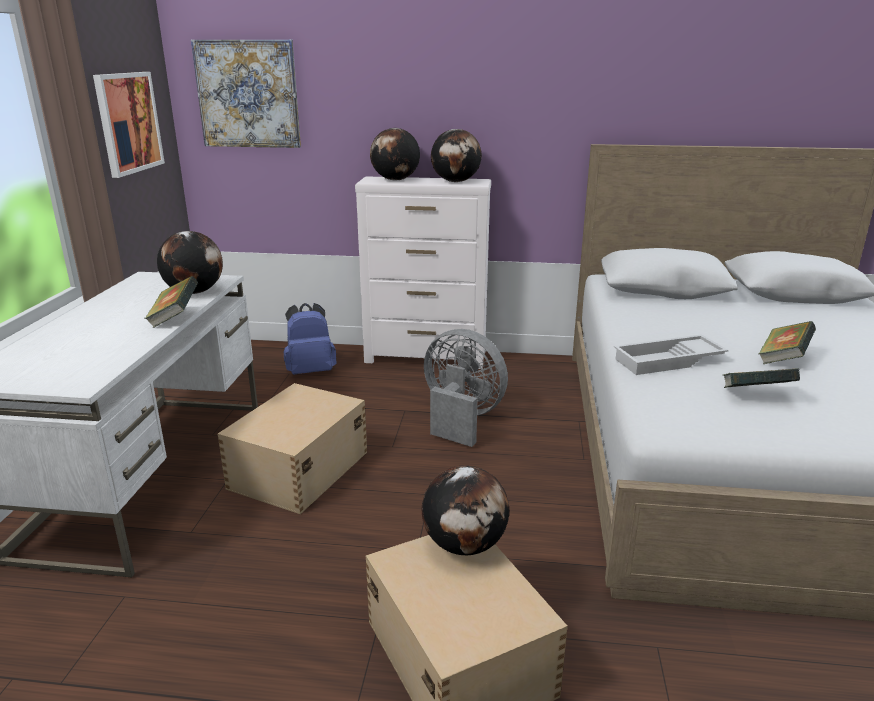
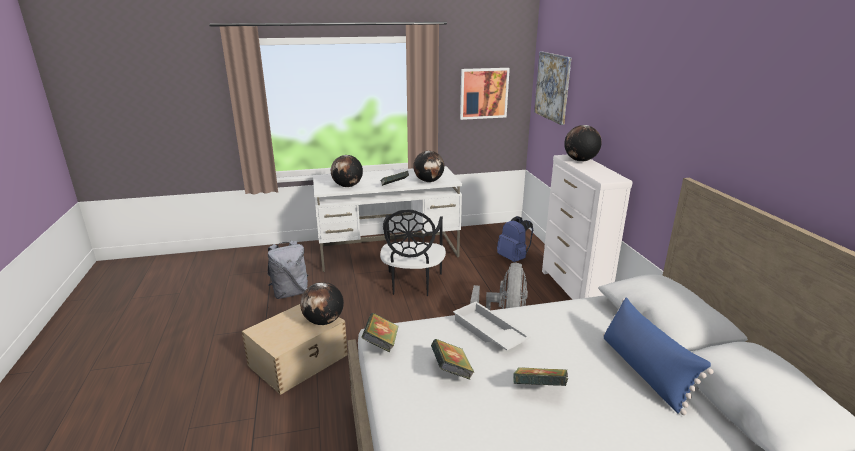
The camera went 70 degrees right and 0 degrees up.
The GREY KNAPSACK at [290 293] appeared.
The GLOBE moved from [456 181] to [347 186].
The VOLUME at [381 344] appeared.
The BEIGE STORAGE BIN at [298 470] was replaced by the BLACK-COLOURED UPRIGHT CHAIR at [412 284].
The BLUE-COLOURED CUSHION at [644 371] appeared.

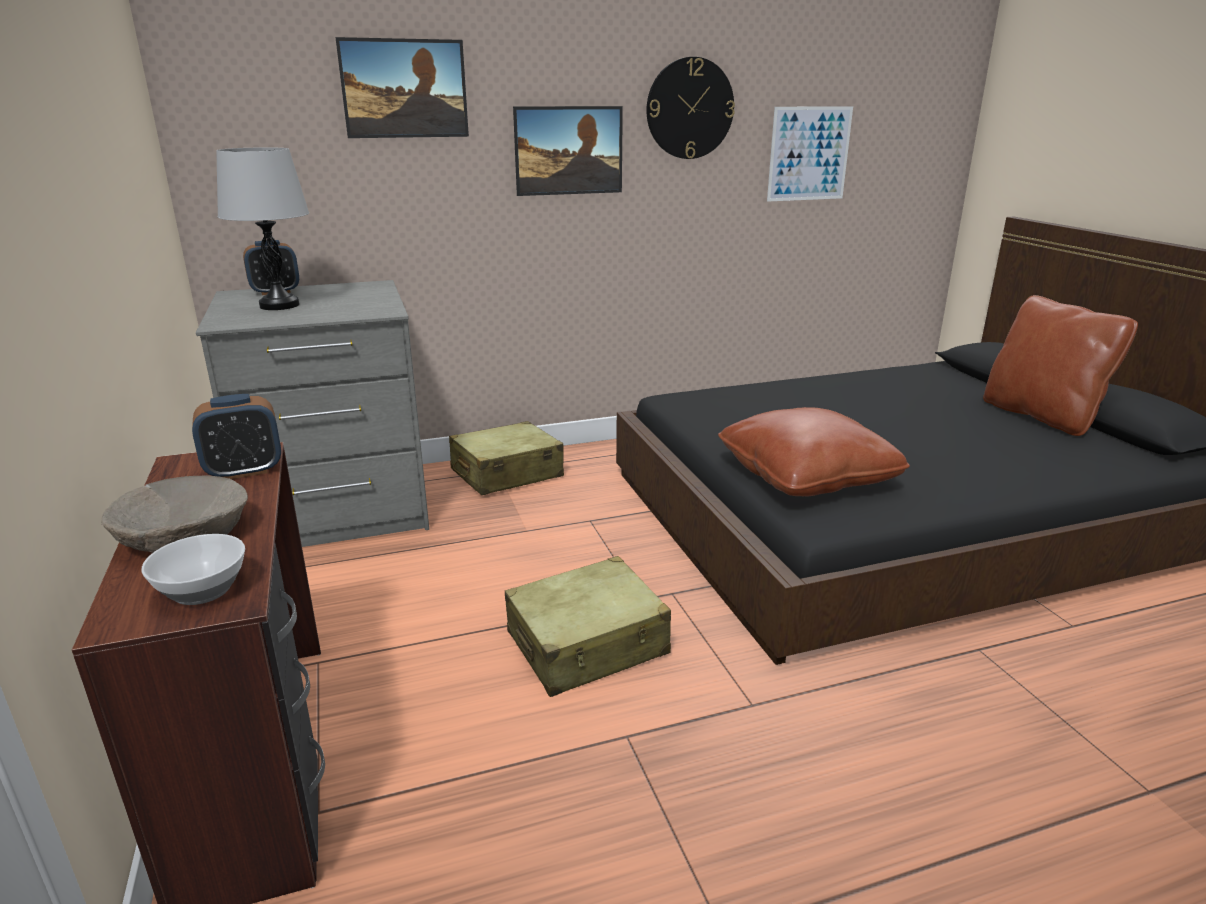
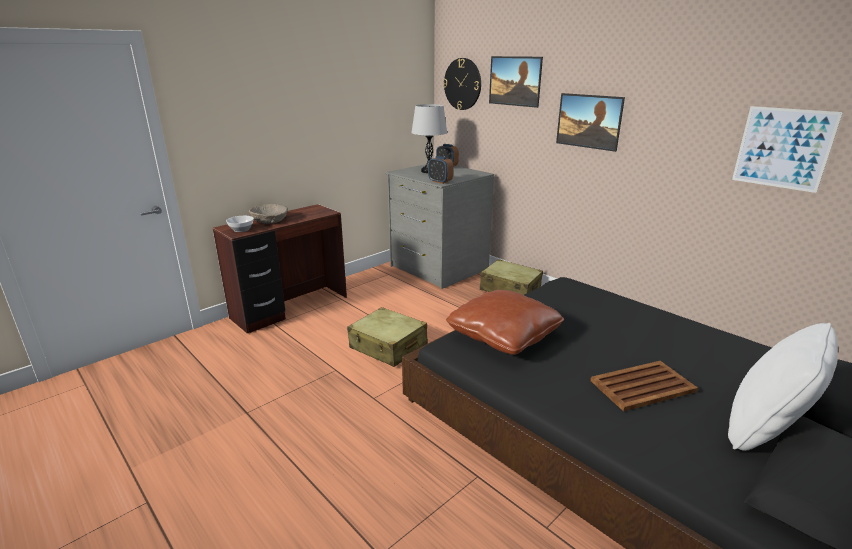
The camera went 65 degrees right and 0 degrees up.
The TABLE CLOCK moved from [244 471] to [440 182].
The CLOCK ON THE WALL moved from [690 108] to [462 84].
The BROWNISH SERVING TRAY at [643 386] appeared.
The BROWNISH CUSHION at [1041 416] became the WHITE-COLOURED CUSHION at [765 430].

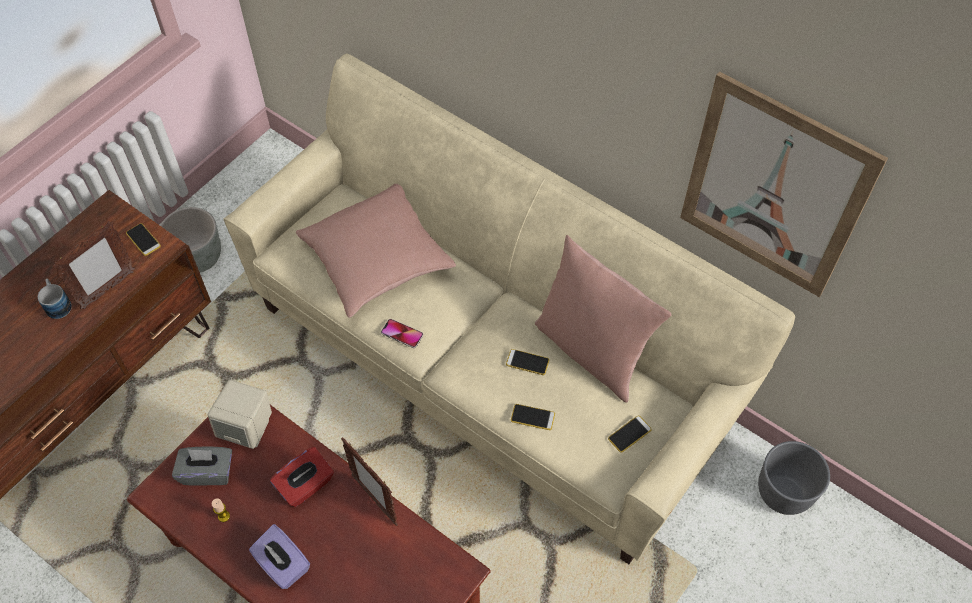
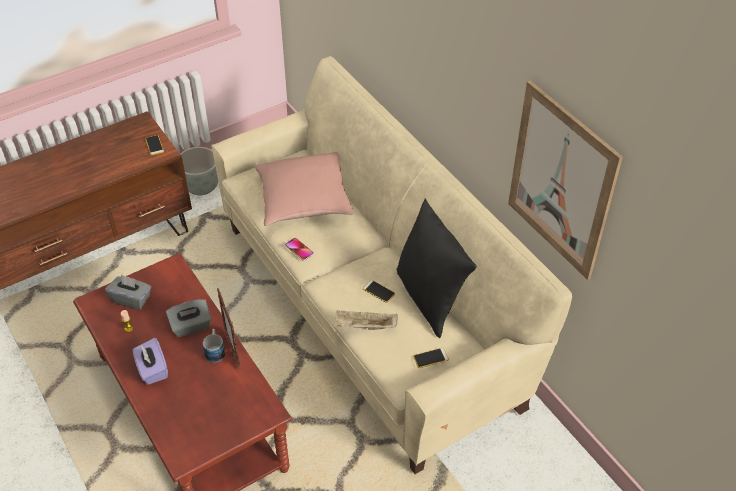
The camera went 20 degrees right and 10 degrees down.
The REDDISH BOX OF TISSUES at [305 485] became the GREY BOX OF TISSUES at [191 326].
The COFFEE MUG moved from [57 304] to [215 350].
The HANDSET at [532 417] was replaced by the BEIGE SERVING TRAY at [365 326].
The PINK-COLOURED CUSHION at [592 351] became the BLACK-COLOURED CUSHION at [430 298].
The PICTURE FRAME at [108 290] disappeared.
The BEIGE SPEAKER at [247 428] disappeared.
The GREY FLOWER POT at [784 493] disappeared.

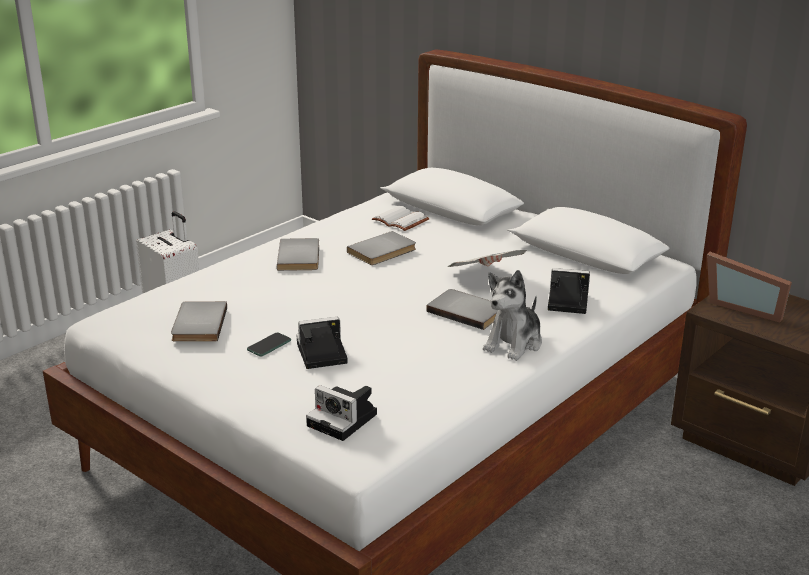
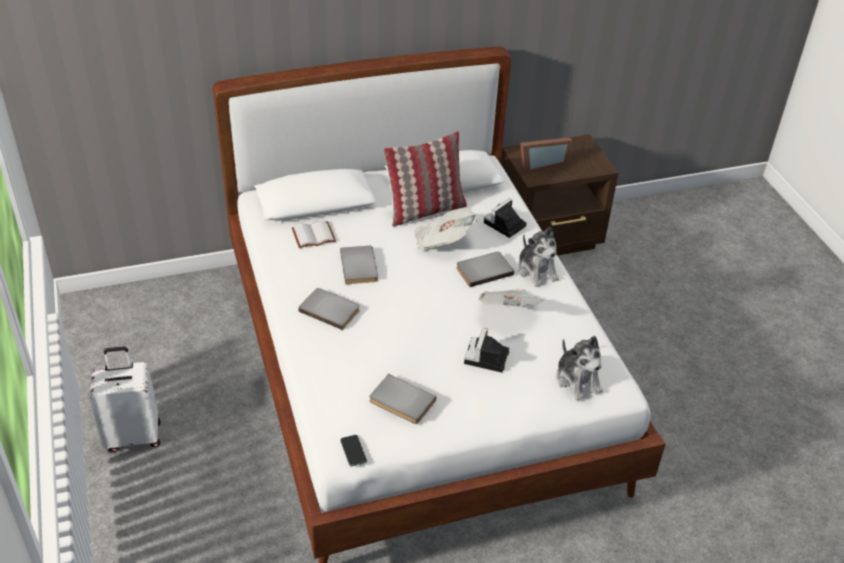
The camera went 60 degrees left and 15 degrees up.
The HANDSET moved from [269 345] to [353 451].
The CUSHION at [425 210] appeared.
The DAILY PAPER at [509 311] appeared.
The STILL CAMERA at [345 420] was replaced by the PLUSH TOY at [577 380].

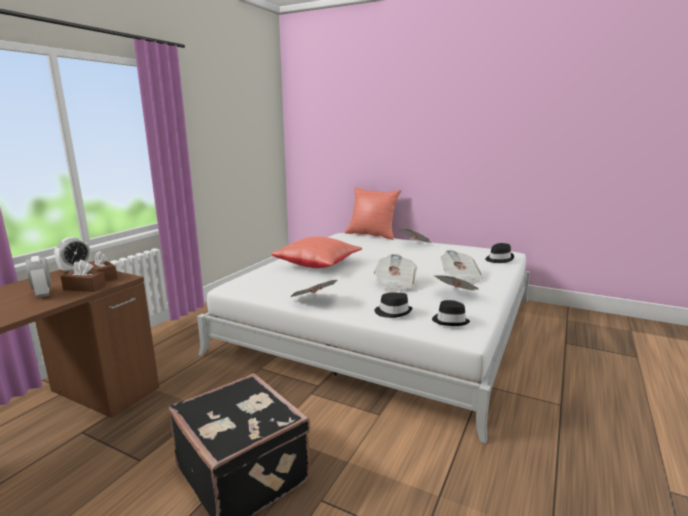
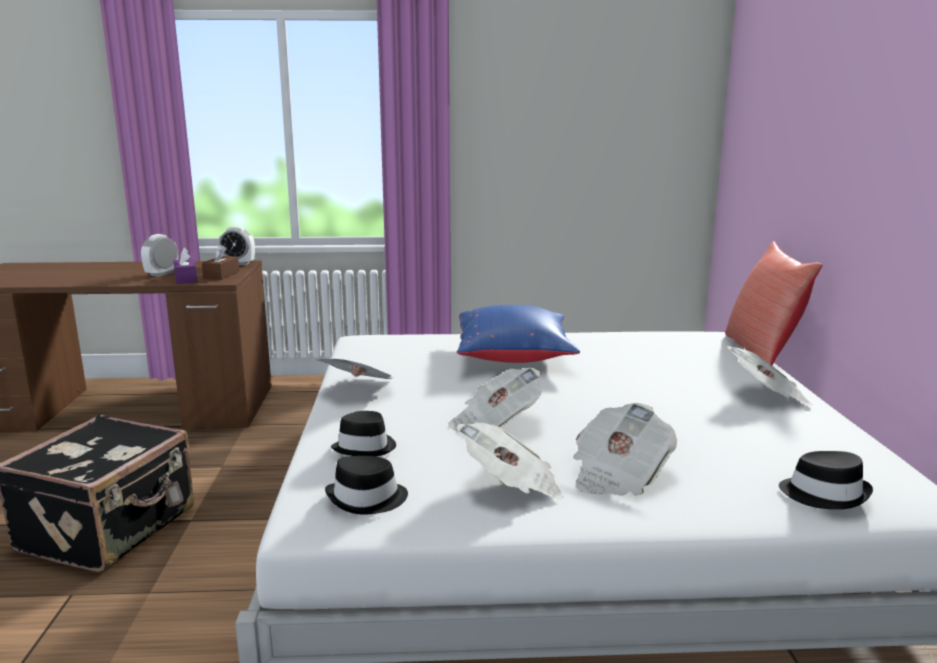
The camera went 60 degrees right and 0 degrees up.
The BROWNISH BOX OF TISSUES at [84 288] became the PURPLE BOX OF TISSUES at [186 279].
The REDDISH CUSHION at [318 265] became the BLUE-COLOURED CUSHION at [514 357].

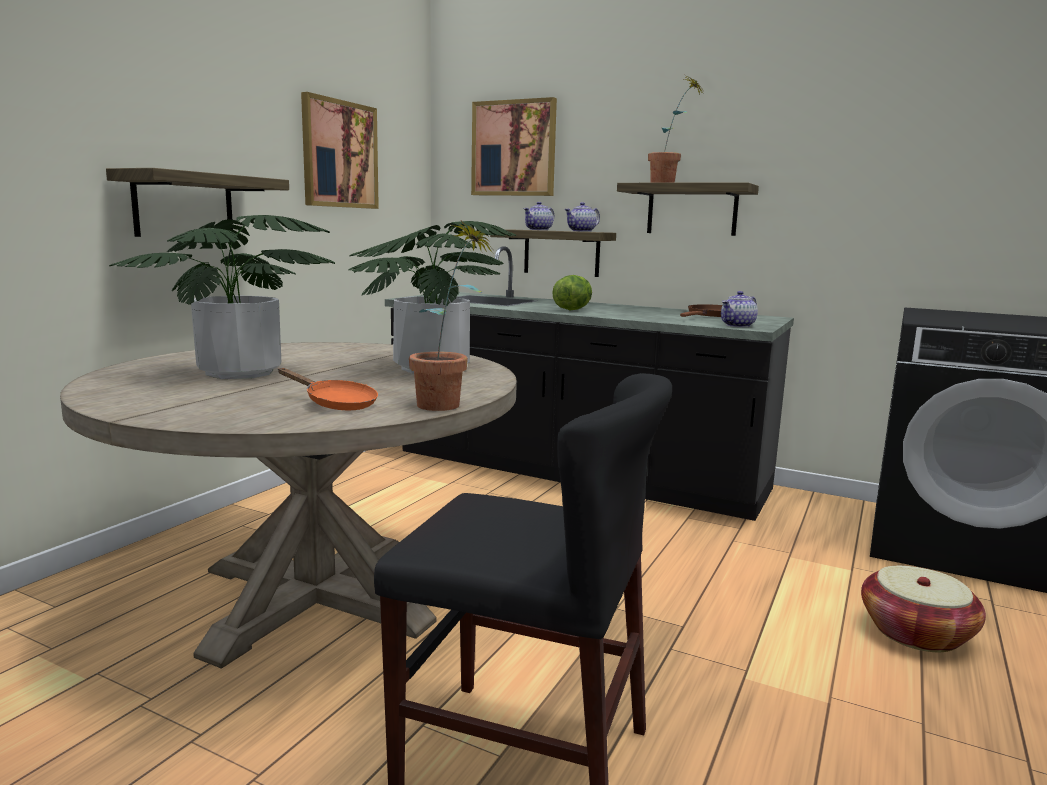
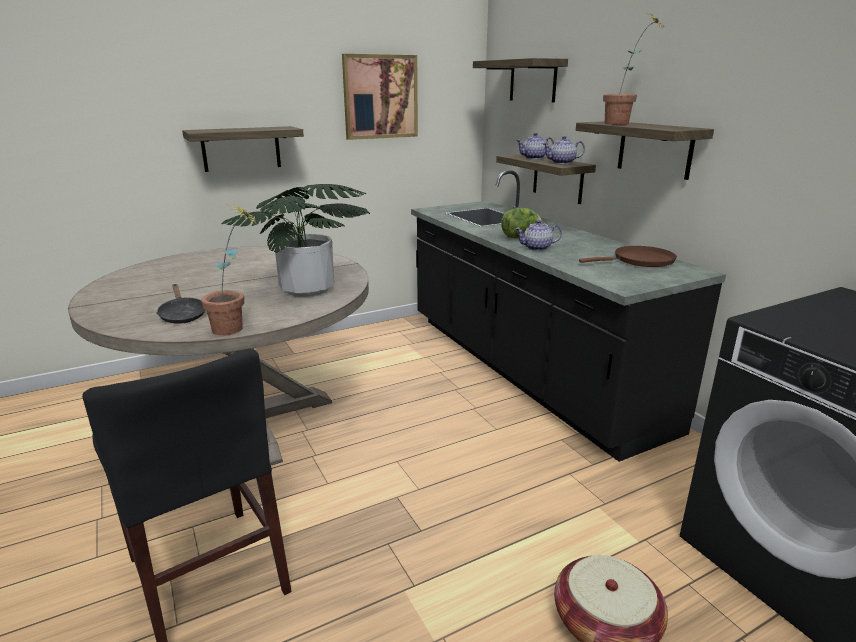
The camera went 35 degrees right and 10 degrees up.
The ORANGE-COLOURED PAN at [335 404] became the BLACK-COLOURED PAN at [182 315].
The WALL PICTURE at [514 148] was replaced by the WALL SHELF at [533 81].
The POT FOR TEA moved from [738 325] to [537 248].
The PLANT IN A POT at [239 372] disappeared.

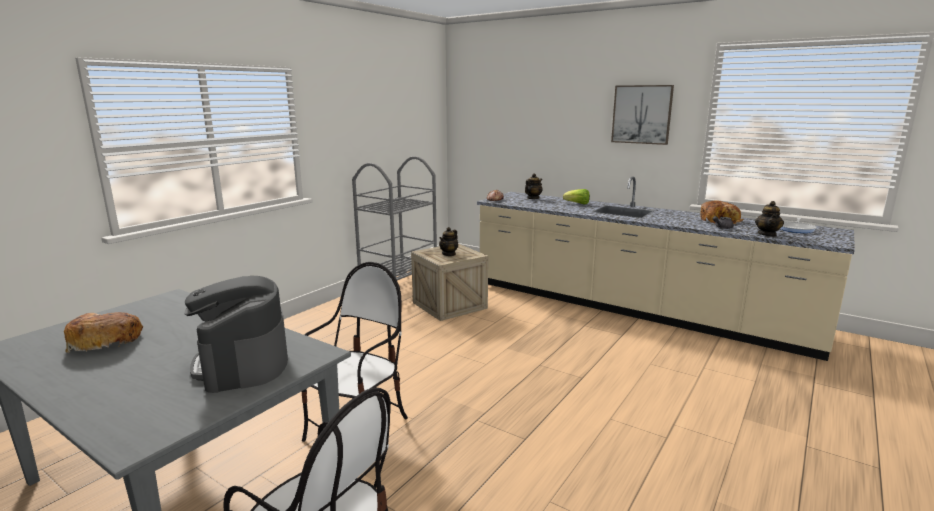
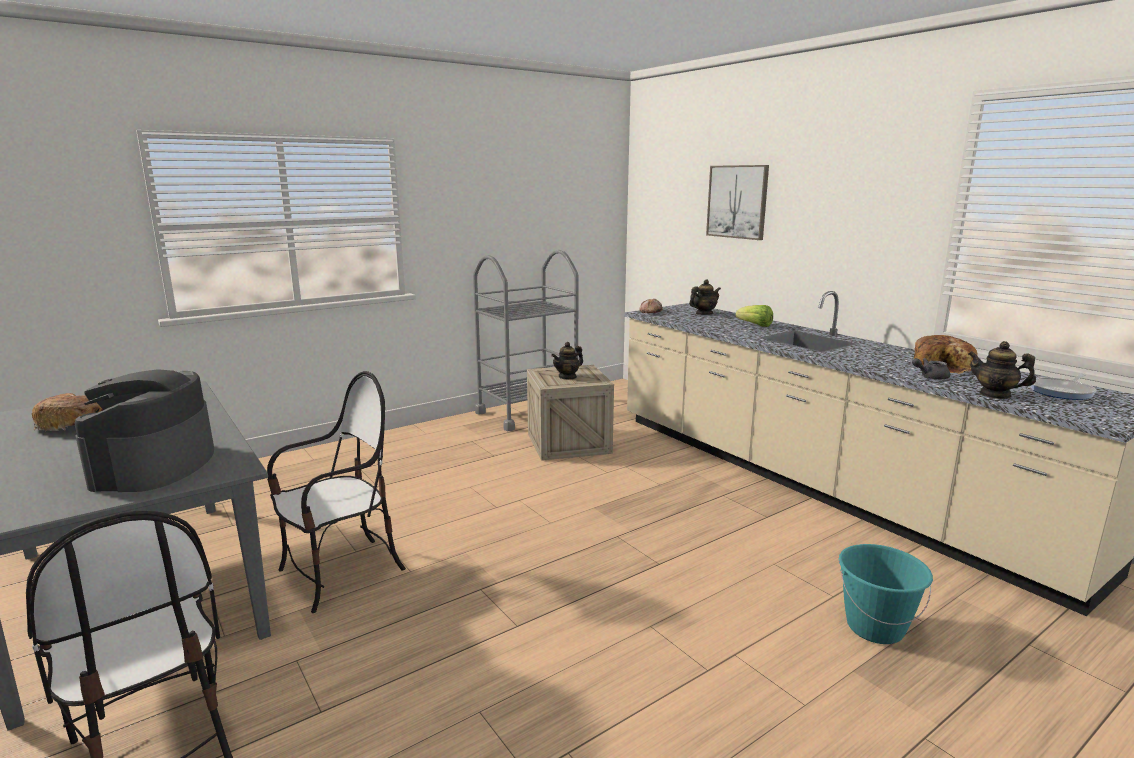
The camera went 20 degrees right and 0 degrees up.
The WALL PICTURE moved from [641 114] to [737 202].
The TURQUOISE-COLOURED PAIL at [874 627] appeared.
The POT FOR TEA at [767 234] turned 90 degrees clockwise.

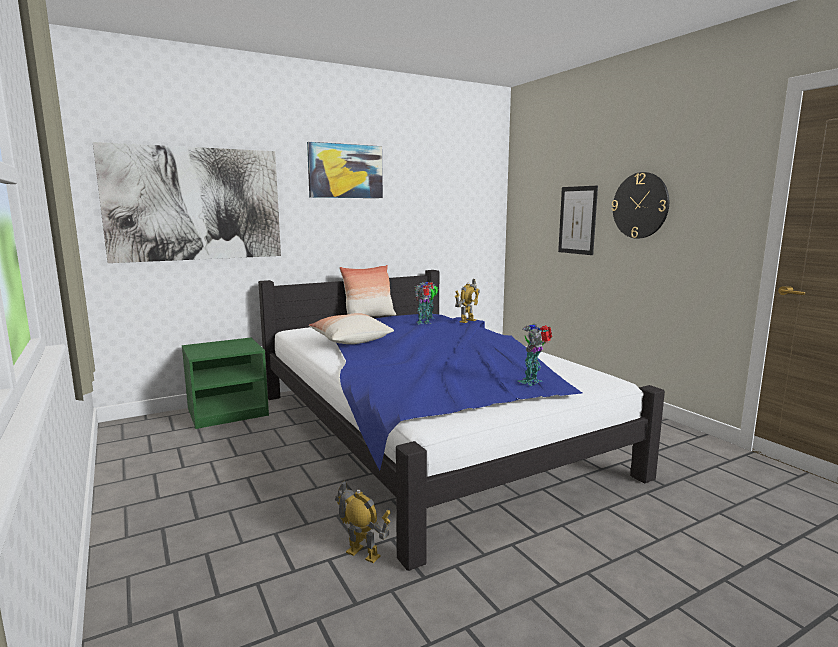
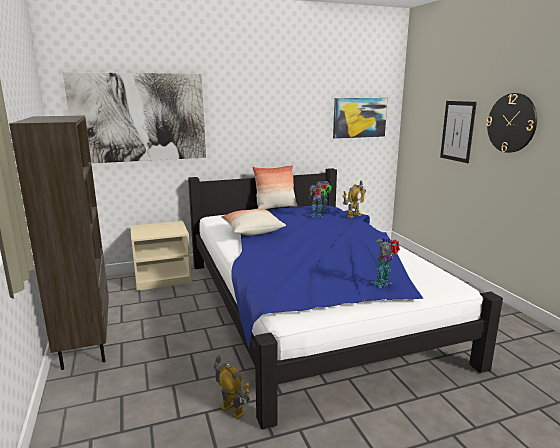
The camera went 10 degrees right and 5 degrees up.
The BROWNISH BOOKCASE at [85 343] appeared.
The GREENISH NIGHTSTAND at [228 412] became the BEIGE NIGHTSTAND at [163 278].
The WALL PICTURE moved from [345 171] to [359 117].

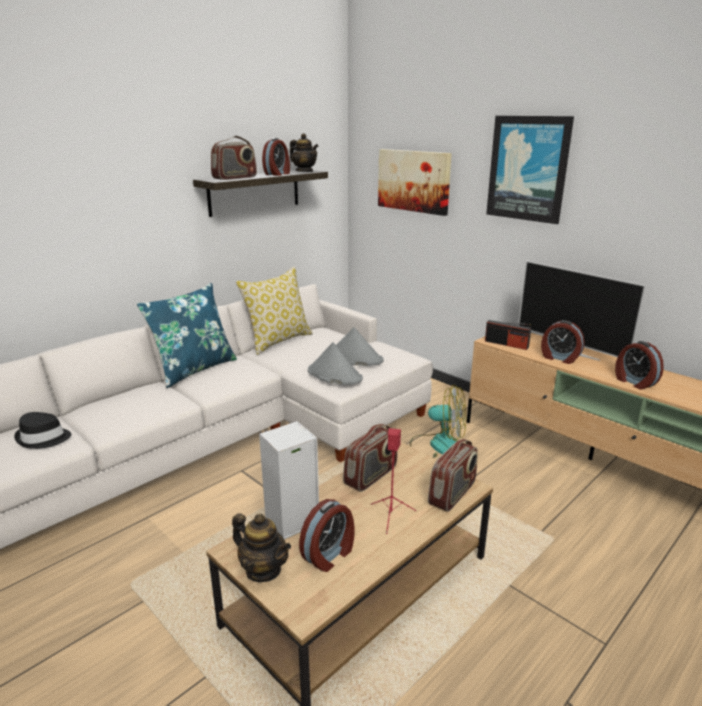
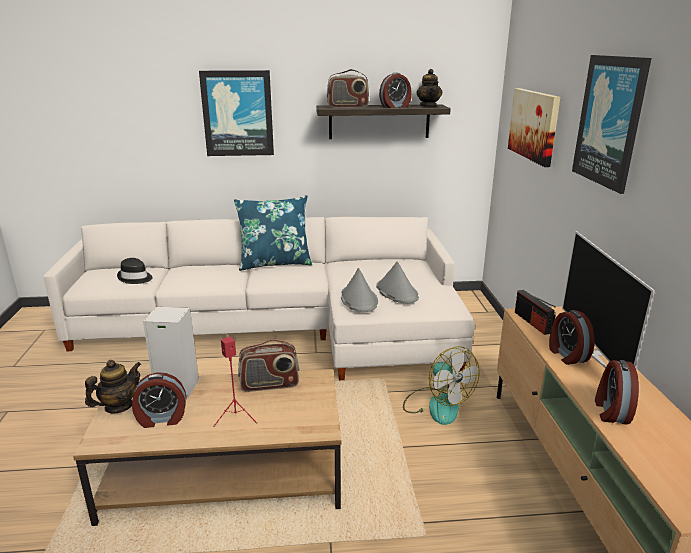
The camera went 40 degrees right and 0 degrees up.
The POT FOR TEA at [263 570] turned 120 degrees counterclockwise.
The WALL PICTURE at [237 113] appeared.
The CUSHION at [278 341] disappeared.
The RADIO RECEIVER at [452 494] disappeared.

